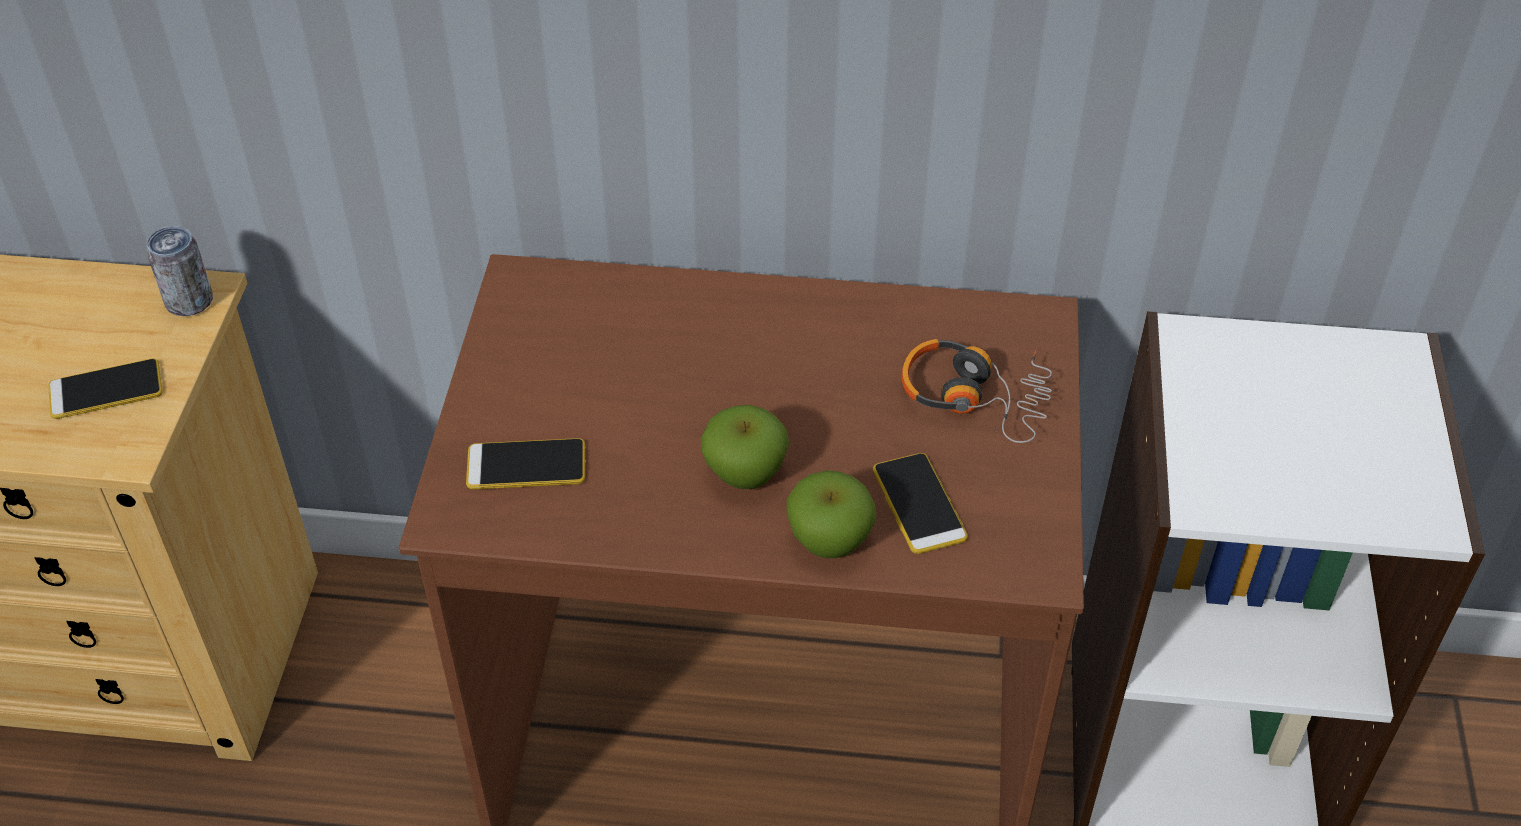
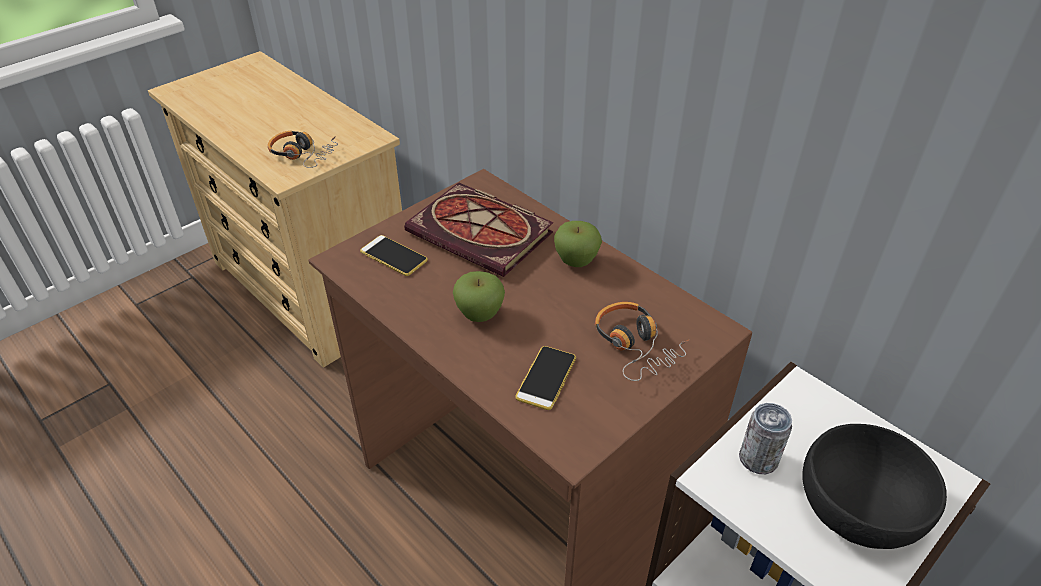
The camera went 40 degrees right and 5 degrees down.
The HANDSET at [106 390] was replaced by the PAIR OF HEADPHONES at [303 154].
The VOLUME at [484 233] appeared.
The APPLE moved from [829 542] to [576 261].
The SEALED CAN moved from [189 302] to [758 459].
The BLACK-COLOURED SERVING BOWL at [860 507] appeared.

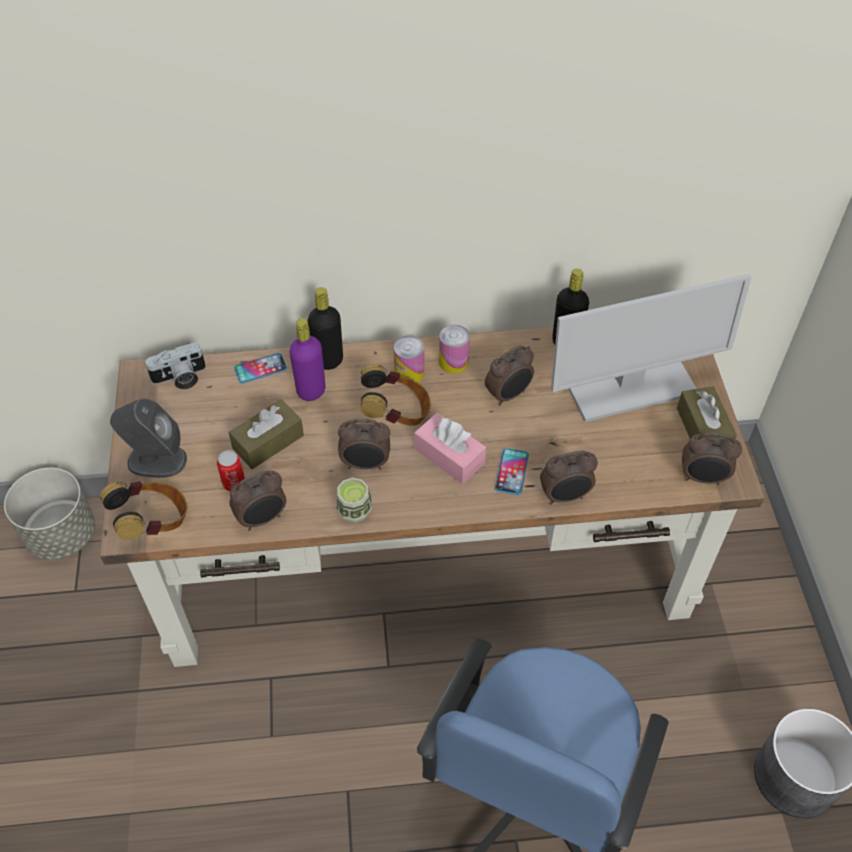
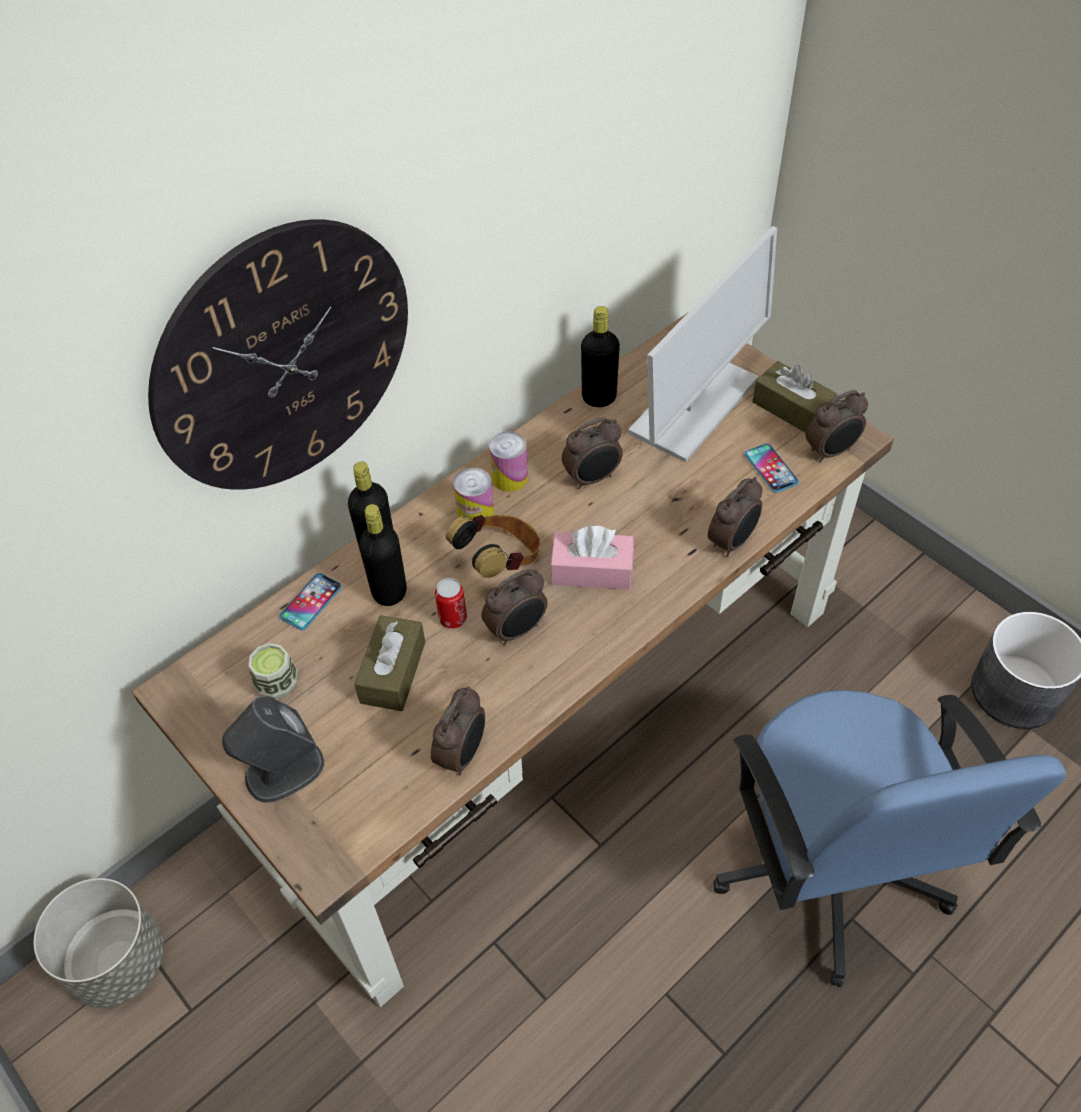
The camera went 35 degrees left and 0 degrees up.
The CLOCK ON THE WALL at [284 359] appeared.
The SMALL CUP moved from [354 511] to [277 684].
The PURPLE DRINK BOTTLE at [311 391] became the BLACK-COLOURED DRINK BOTTLE at [389 592].
The SEALED CAN moved from [234 483] to [452 618].
The TABLE CLOCK at [508 395] turned 45 degrees clockwise.
The HANDSET moved from [512 472] to [771 468].
The PAIR OF HEADPHONES at [153 522] disappeared.
The STILL CAMERA at [180 378] disappeared.

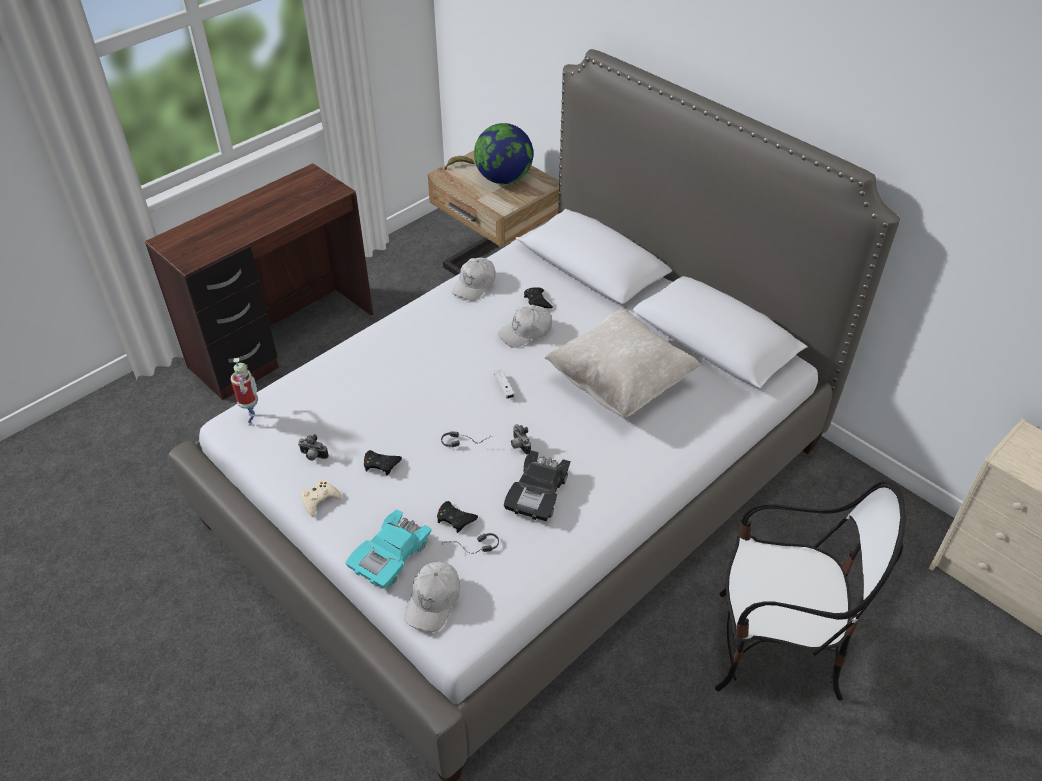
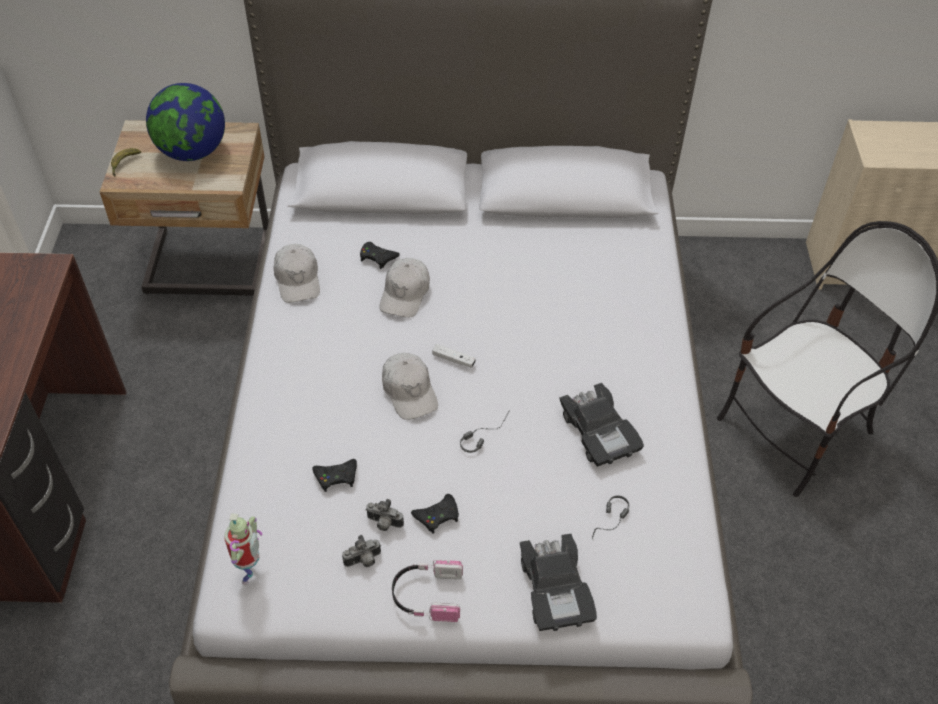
The camera went 45 degrees left and 5 degrees up.
The ROBOT FIGURE at [253 419] turned 60 degrees clockwise.
The BLACK-COLOURED JOYPAD moved from [455 519] to [336 477].
The STILL CAMERA moved from [519 445] to [384 523].
The WHITE-COLOURED CAP moved from [433 601] to [409 391].
The BEIGE JOYPAD at [320 500] was replaced by the PAIR OF HEADPHONES at [427 595].
The TURQUOISE-COLOURED MODEL CAR at [390 555] became the BLACK-COLOURED MODEL CAR at [555 589].
The BEIGE CUSHION at [620 383] disappeared.

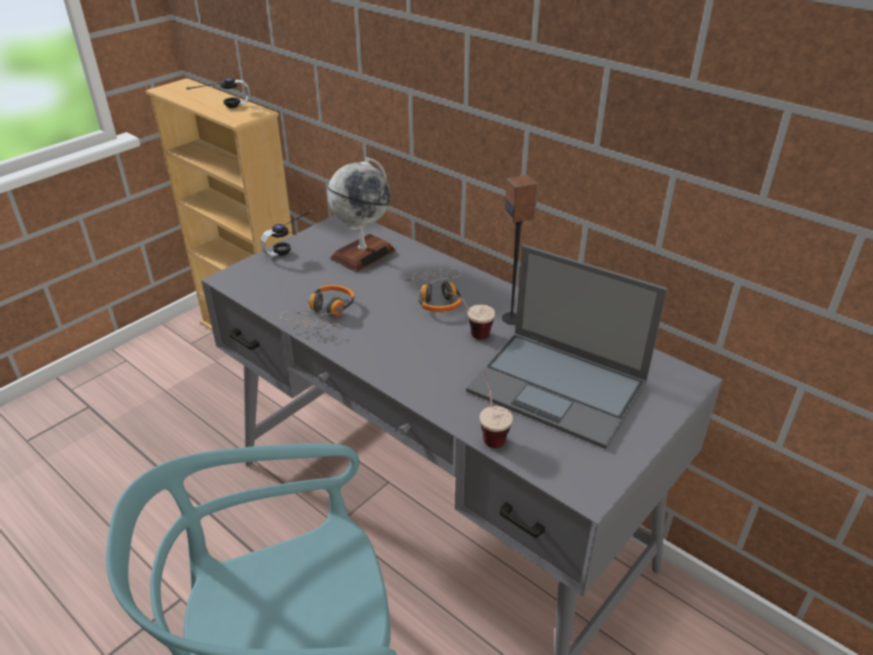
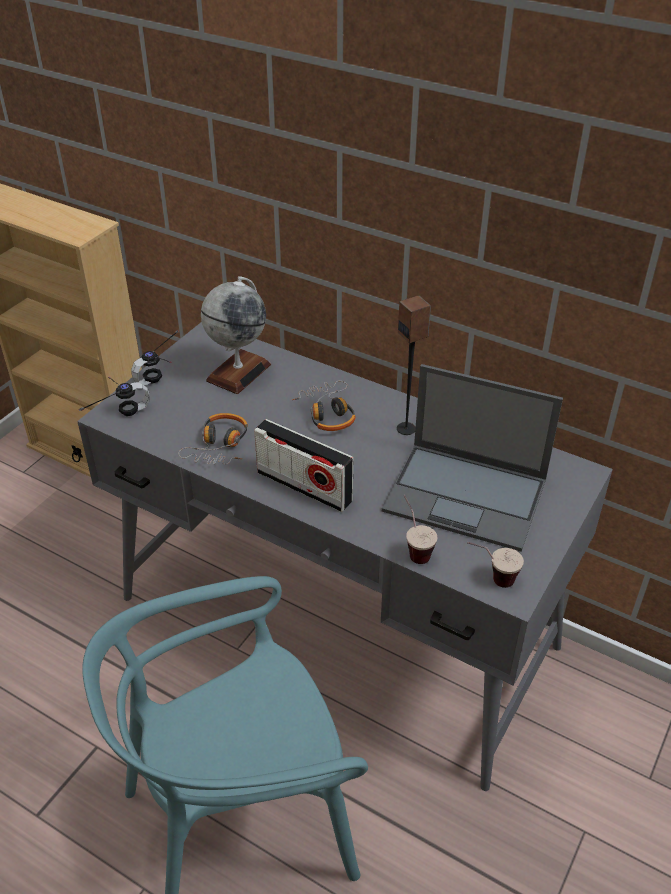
The camera went 10 degrees left and 5 degrees up.
The PAIR OF HEADPHONES moved from [221 106] to [115 412].
The RADIO RECEIVER at [304 486] appeared.
The SMALL CUP moved from [469 332] to [490 579].

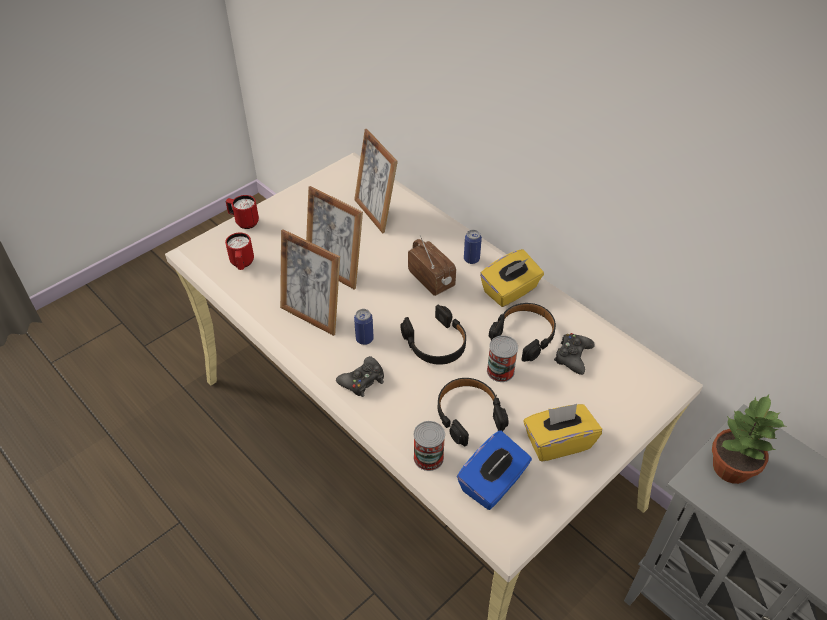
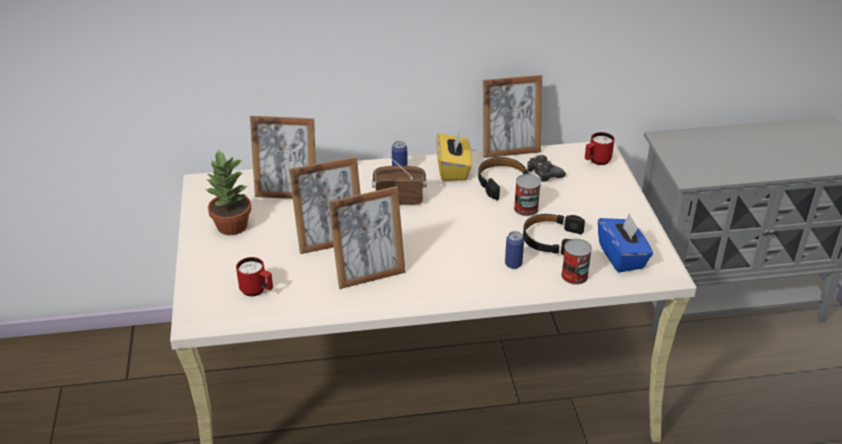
The camera went 55 degrees left and 10 degrees down.
The PLANT IN A POT moved from [730 468] to [232 226].
The PICTURE FRAME at [510 150] appeared.
The SEALED CAN moved from [364 339] to [513 264].
The REDDISH COFFEE MUG moved from [244 222] to [596 161].
The BLACK-COLOURED JOYPAD at [362 381] disappeared.
The BLACK-COLOURED PAIR OF HEADPHONES at [436 343] disappeared.
The YELLOW-COLOURED BOX OF TISSUES at [558 442] disappeared.

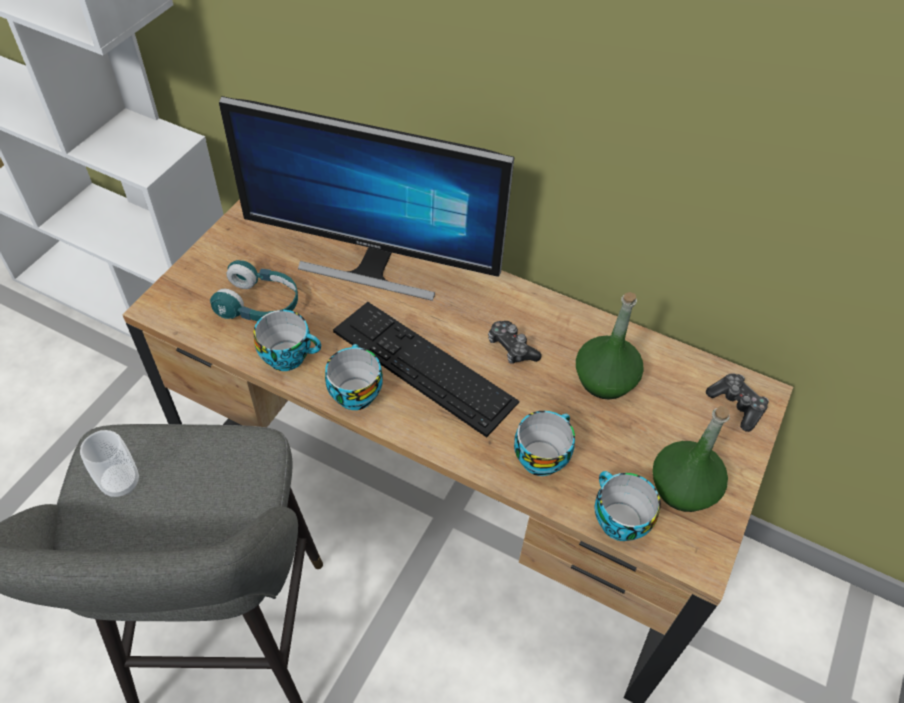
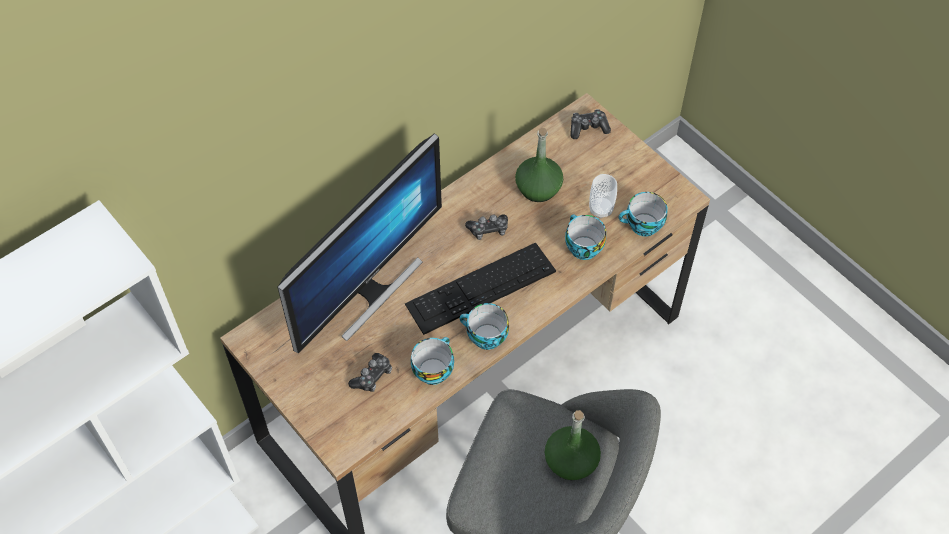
The camera went 65 degrees left and 5 degrees up.
The TURQUOISE-COLOURED PAIR OF HEADPHONES at [259 305] was replaced by the JOYPAD at [372 377].
The GREENISH DRINK BOTTLE moved from [683 488] to [571 461].
The SMALL CUP moved from [120 482] to [601 209].

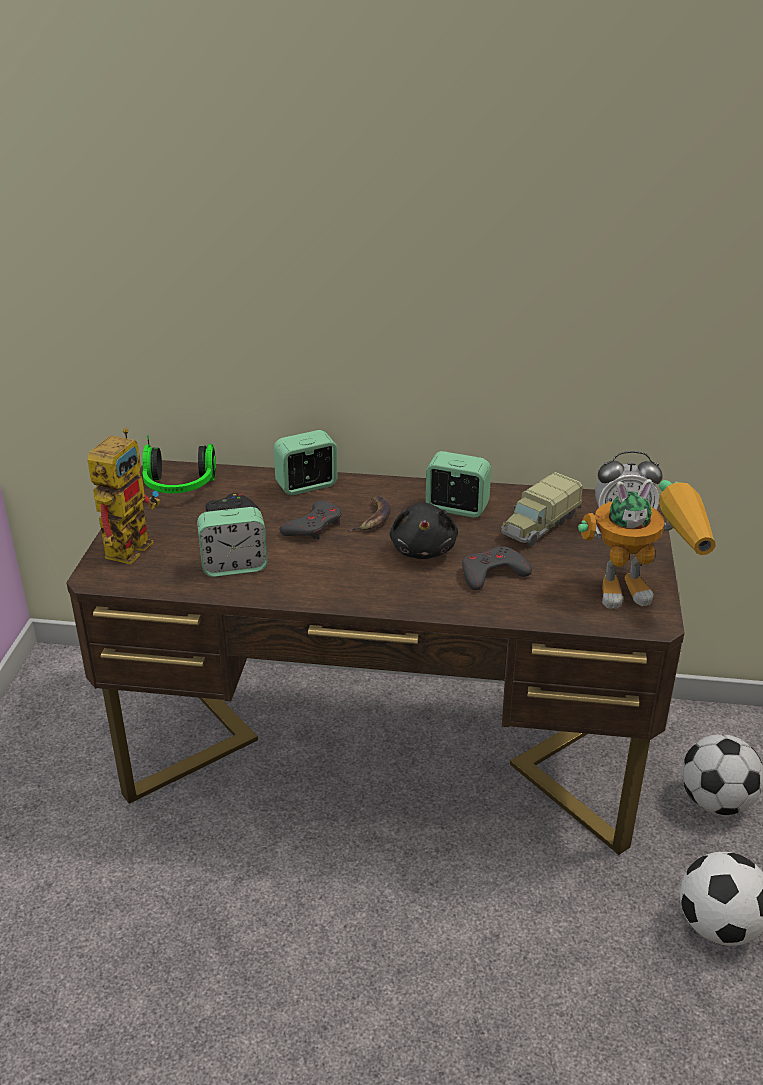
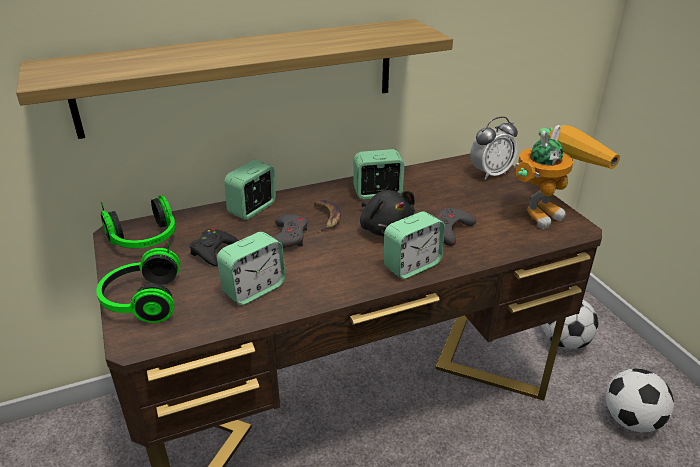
The camera went 30 degrees left and 0 degrees up.
The WALL SHELF at [241 76] appeared.
The ROBOT FIGURE at [131 543] was replaced by the PAIR OF HEADPHONES at [141 301].
The TABLE CLOCK at [412 266] appeared.
The TOY TRUCK at [539 525] disappeared.

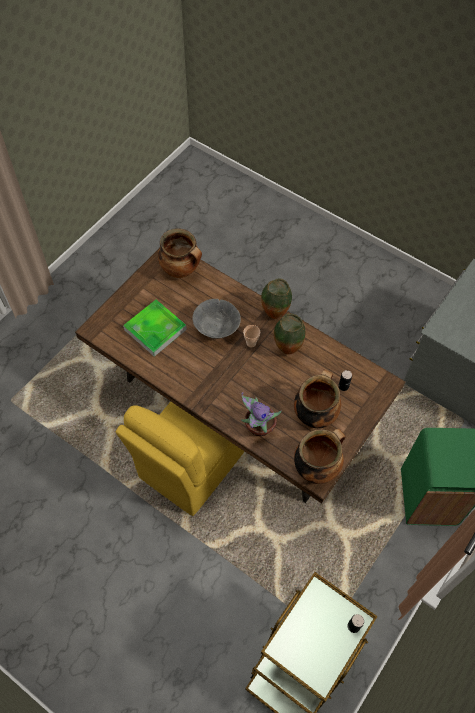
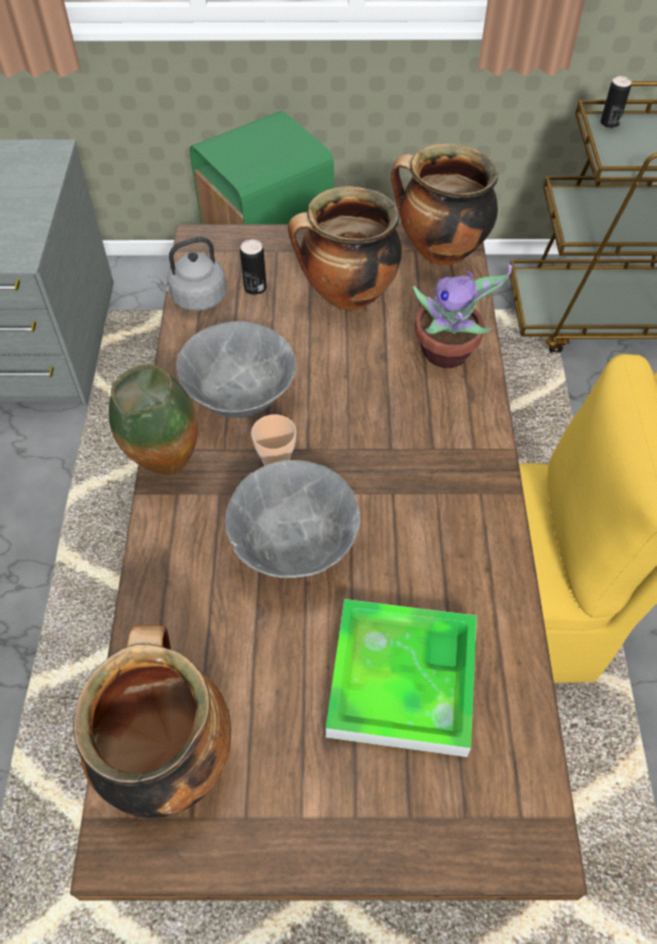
The camera went 125 degrees left and 5 degrees down.
The GREY TEA KETTLE at [195 298] appeared.
The DECORATIVE VASE at [287 349] was replaced by the GREY SERVING BOWL at [241 401].

